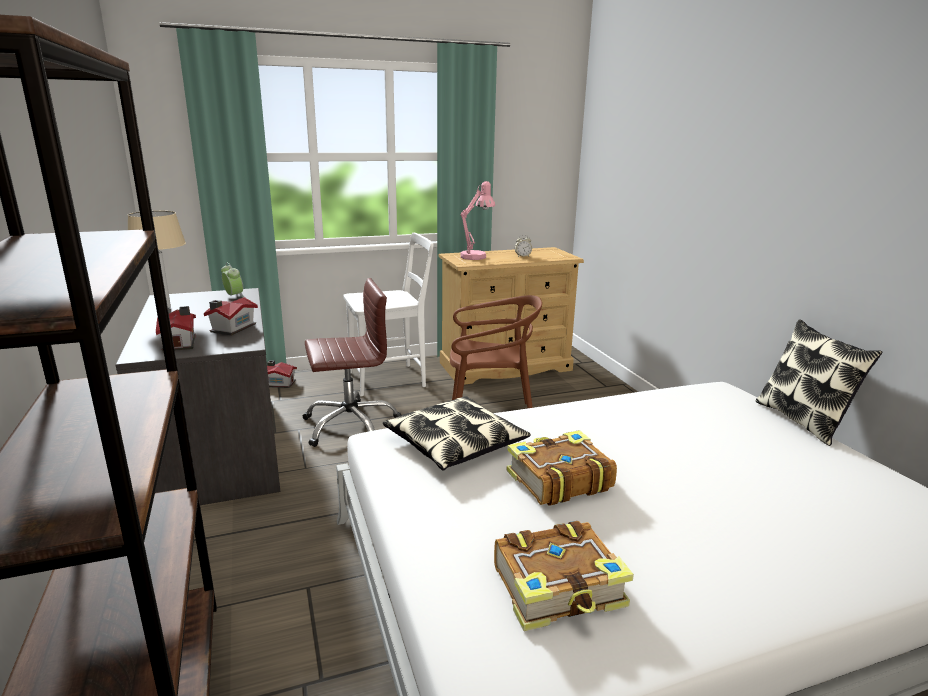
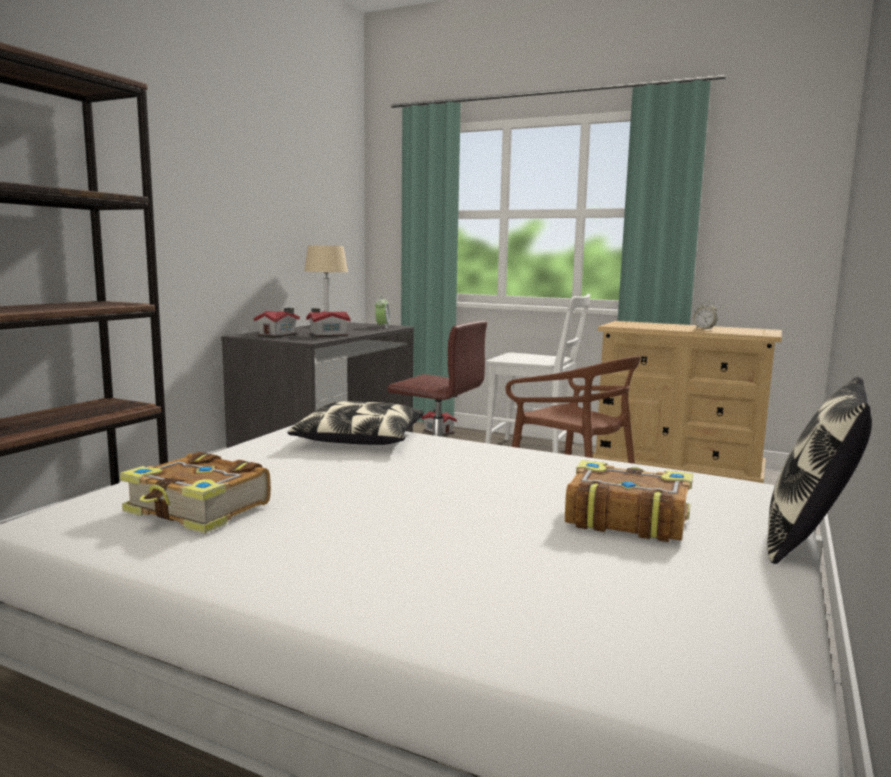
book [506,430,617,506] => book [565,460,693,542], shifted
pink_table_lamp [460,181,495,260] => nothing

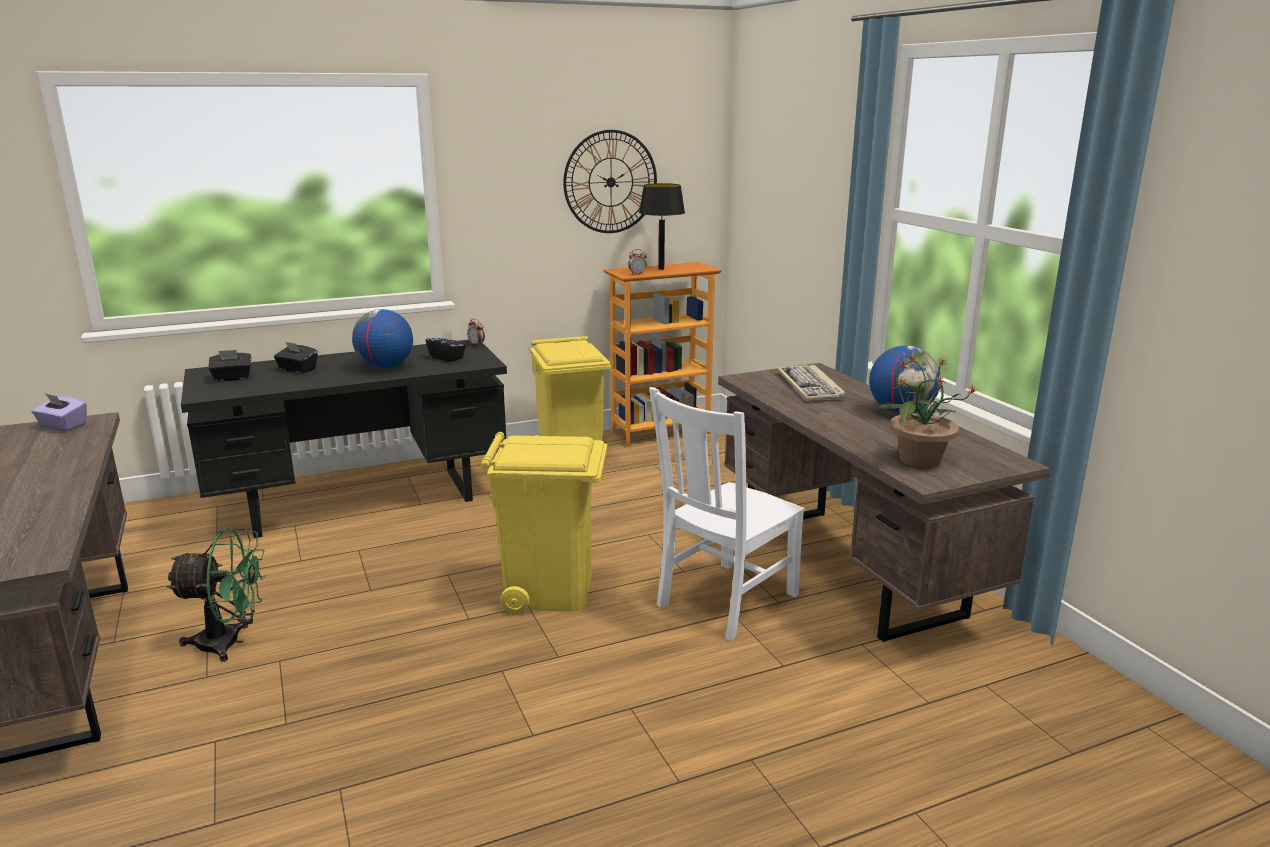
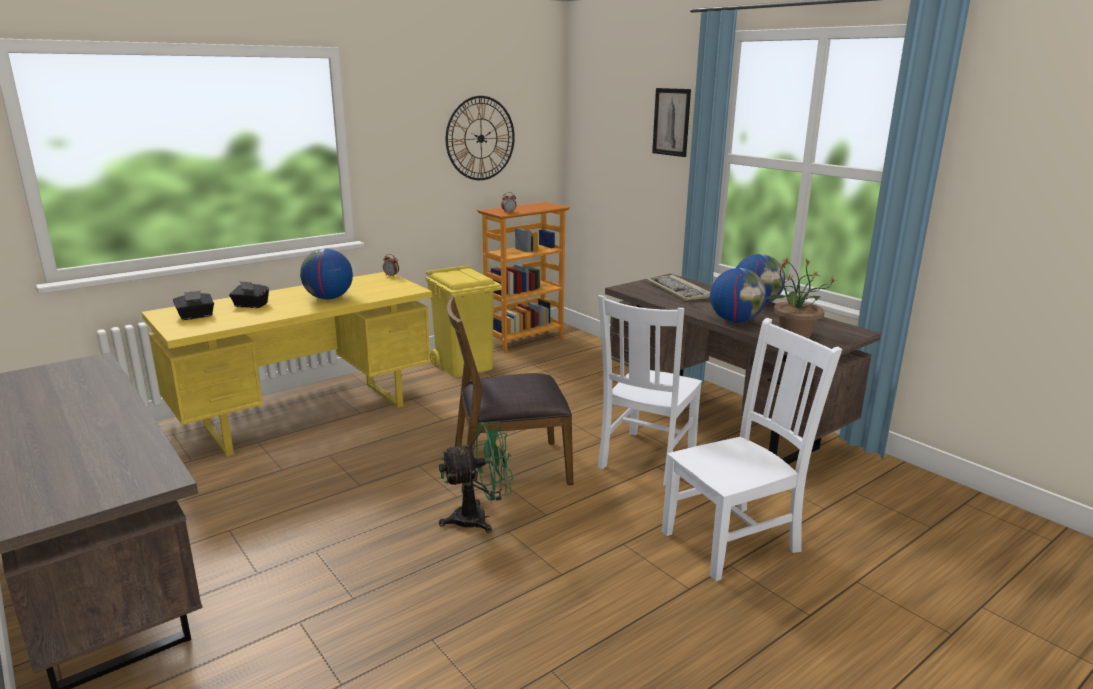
black_desk [181,340,507,538] => yellow_desk [142,272,432,457]
green_fan [166,527,266,662] => green_fan [439,421,513,533], shifted
yellow_trash_can [481,432,607,614] => brown_chair [447,296,573,493]
nothing => picture [652,88,691,157]
nothing => white_chair [662,318,842,581]
nothing => globe [710,268,766,323]
purple_tissue_box [32,393,87,432] => nothing
black_tissue_box [426,329,466,362] => nothing
black_table_lamp [639,183,685,270] => nothing

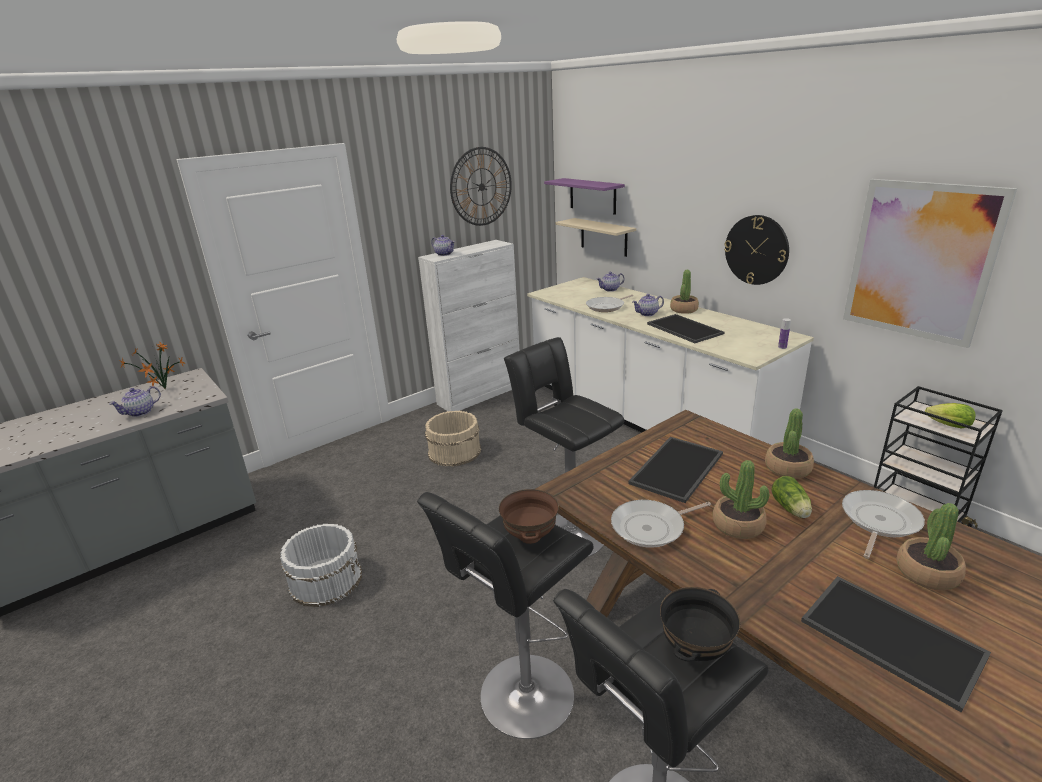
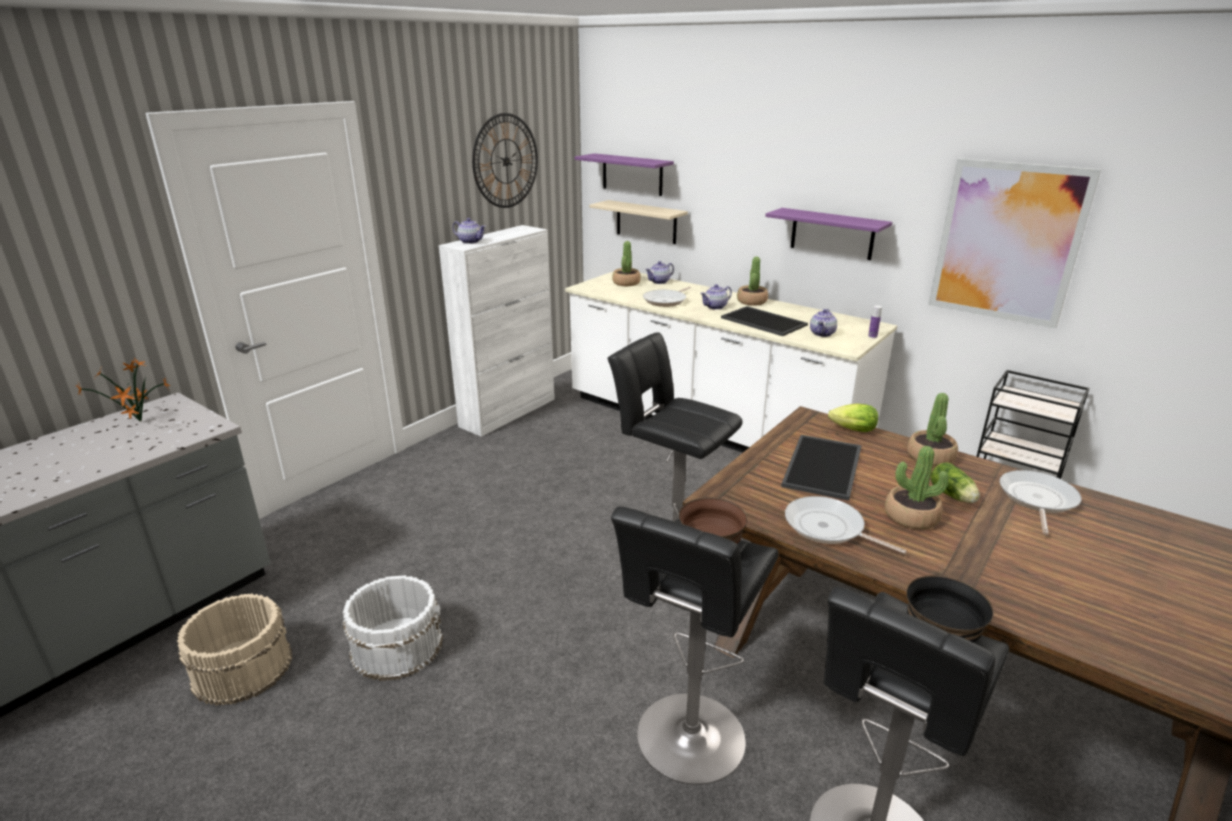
beige_bucket [425,411,481,467] => beige_bucket [177,593,292,706], shifted
potted_plant [896,503,966,591] => potted_plant [612,241,641,286], shifted
wall_clock [724,215,789,285] => purple_shelf [765,208,892,260]
frying_pan [611,500,711,548] => frying_pan [785,496,907,554], 75 degrees clockwise
teapot [109,386,161,417] => teapot [810,309,837,337], shifted
lettuce [925,403,976,428] => lettuce [828,404,878,432], shifted
tray [801,576,991,713] => nothing

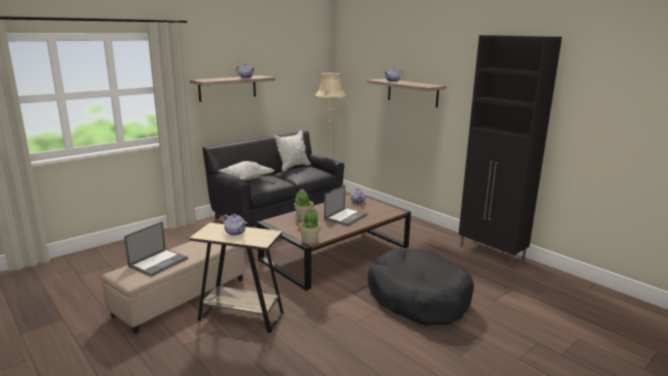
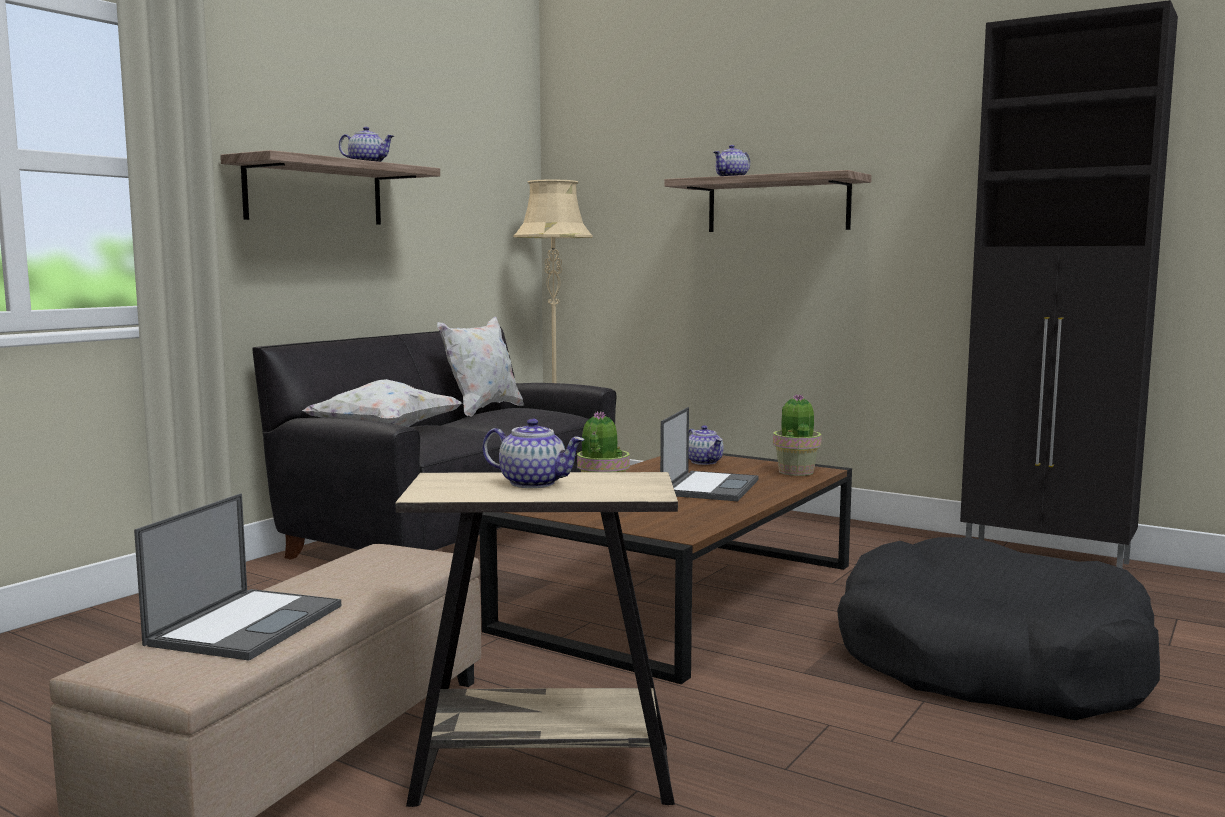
potted_plant [299,208,320,244] => potted_plant [773,394,822,476], shifted

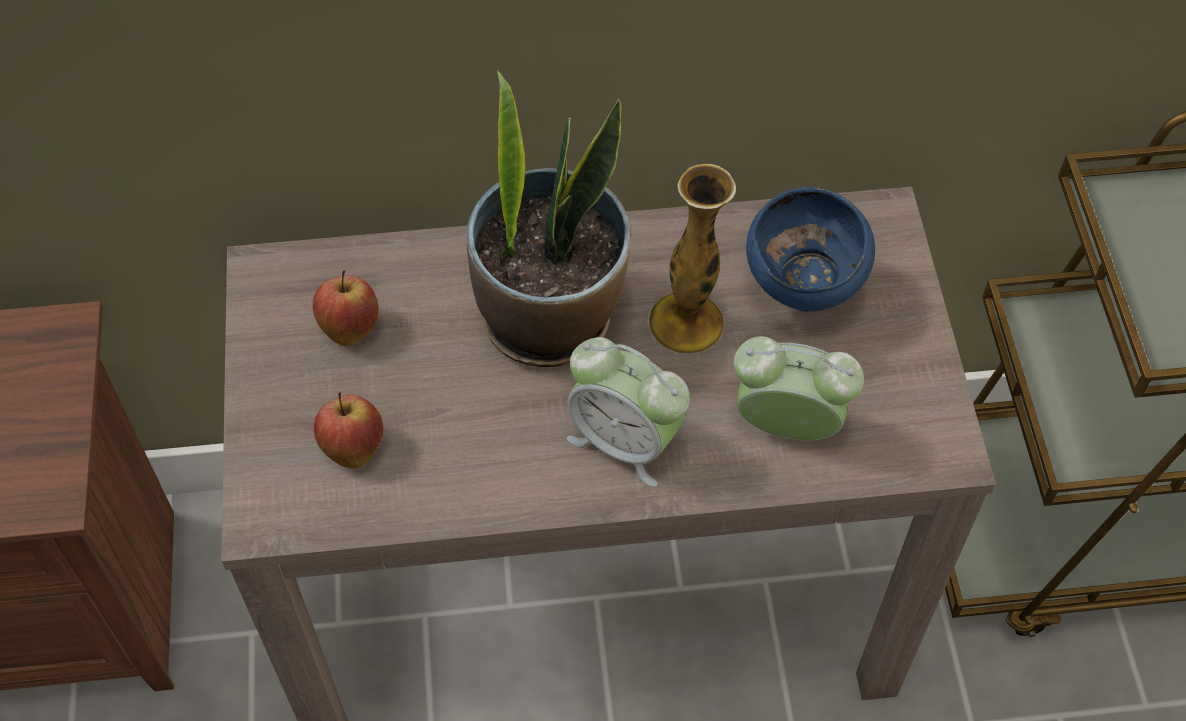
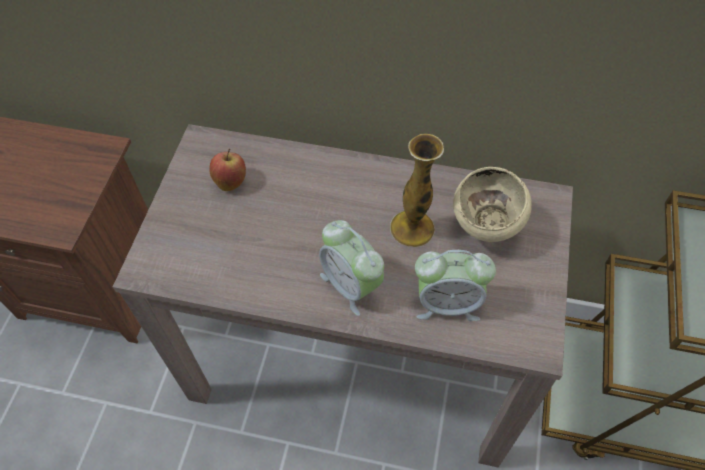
alarm_clock [734,336,864,440] => alarm_clock [415,250,496,321], 150 degrees clockwise
blue_bowl [746,187,875,312] => beige_bowl [453,167,532,242]
apple [314,392,383,469] => nothing
potted_plant [467,71,631,367] => nothing

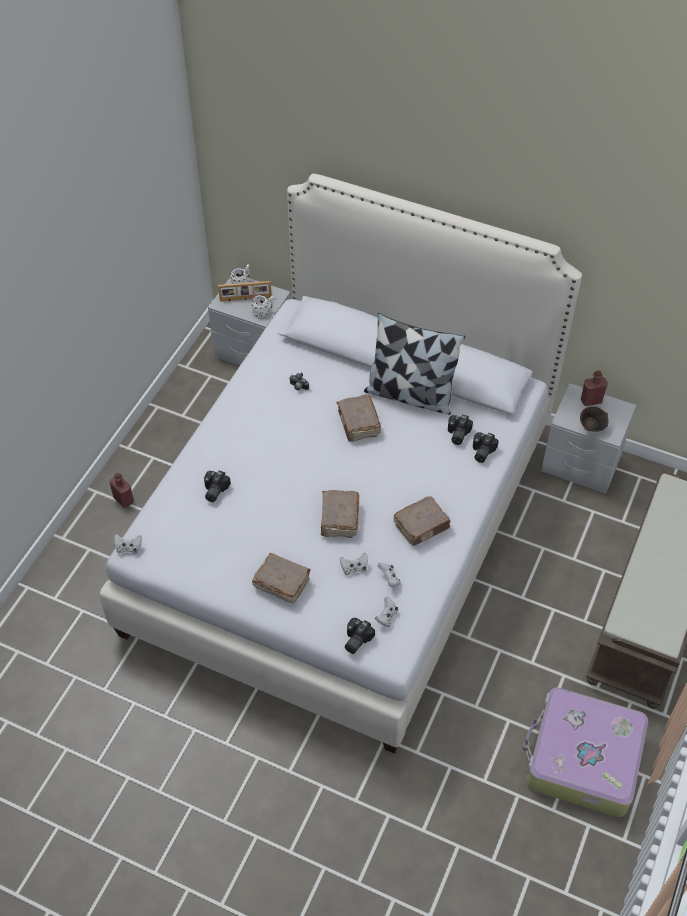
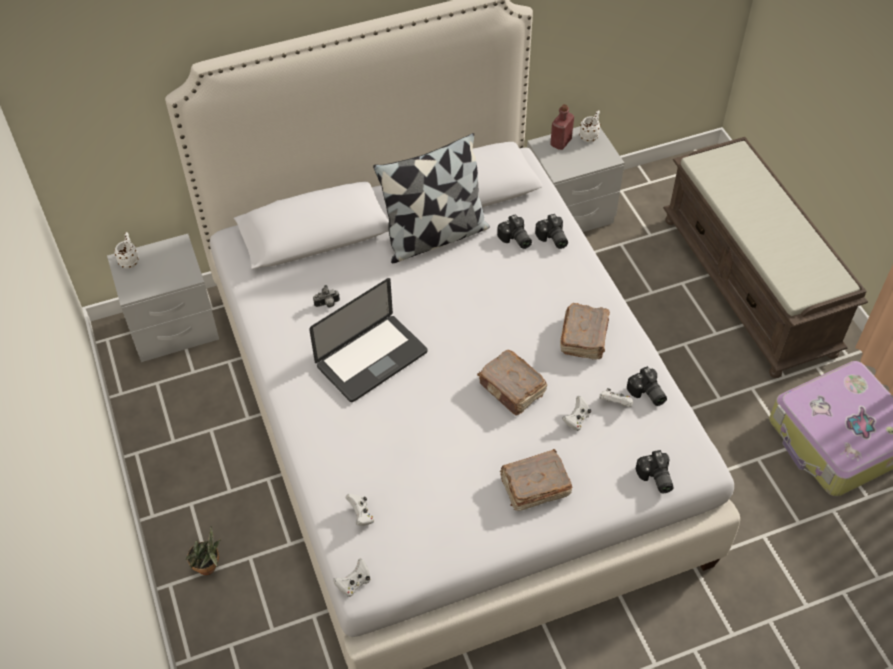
red_bottle [110,473,134,508] => potted_plant [186,526,221,575]
nothing => laptop [309,278,427,402]
white_game_controller [375,597,398,627] => white_game_controller [345,494,374,526], shifted
white_mug [251,295,274,317] => white_mug [579,110,601,142], shifted
photo_camera [204,471,231,502] => photo_camera [627,366,667,406], shifted
picture_frame [218,281,272,302] => nothing
brown_book [337,395,381,442] => nothing
brown_bowl [580,406,609,432] => nothing

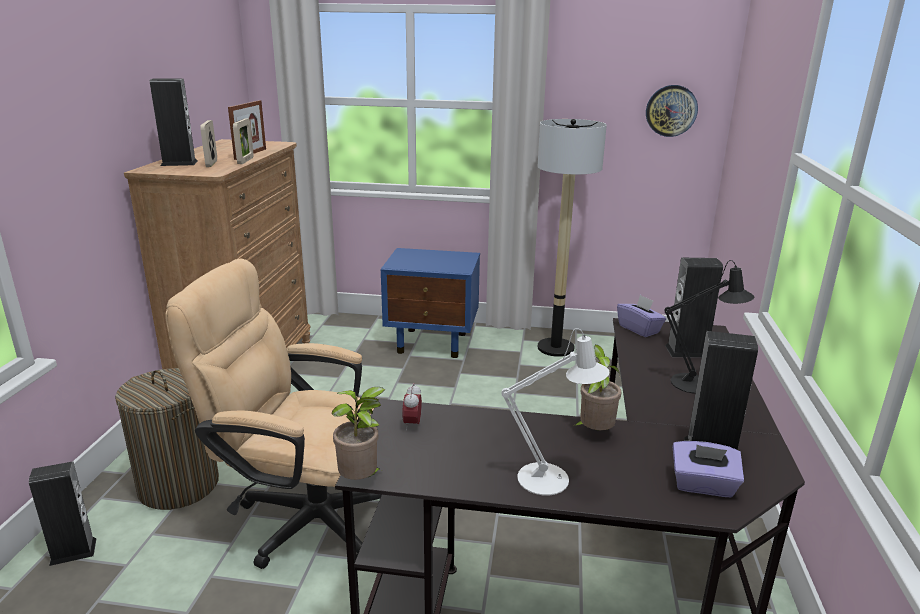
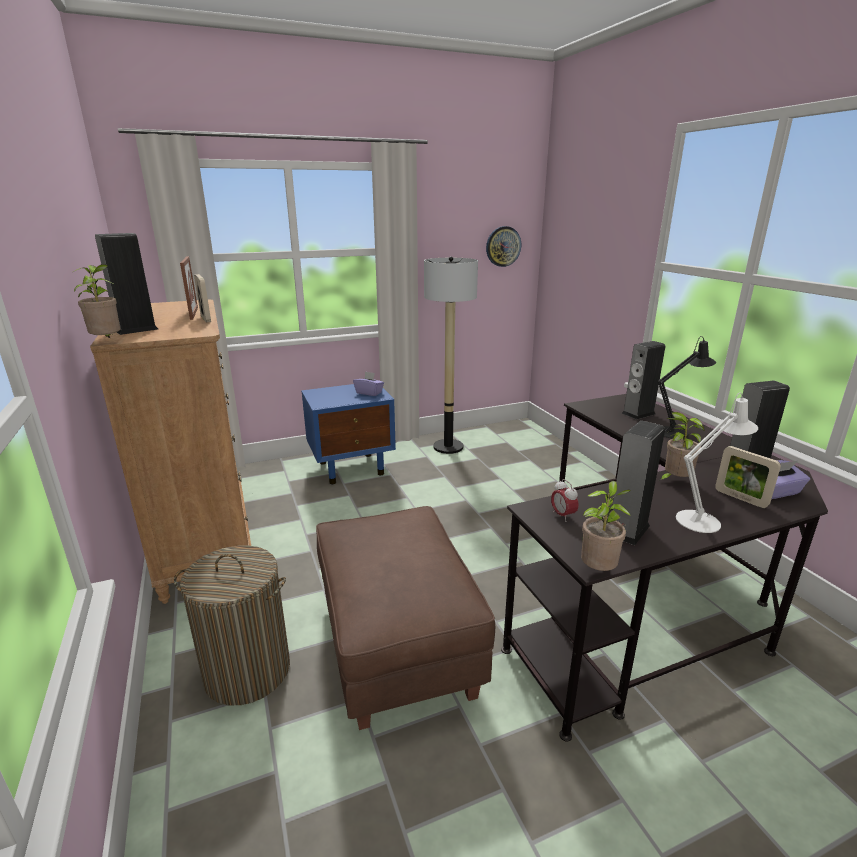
nothing => potted_plant [73,264,120,338]
beige_office_chair [165,259,381,569] => brown_ottoman [316,506,495,730]
purple_tissue_box [617,295,666,337] => purple_tissue_box [353,371,384,396], shifted
speaker [29,462,97,566] => speaker [613,421,665,545], shifted
picture_frame [200,120,217,167] => picture_frame [715,446,781,508], shifted

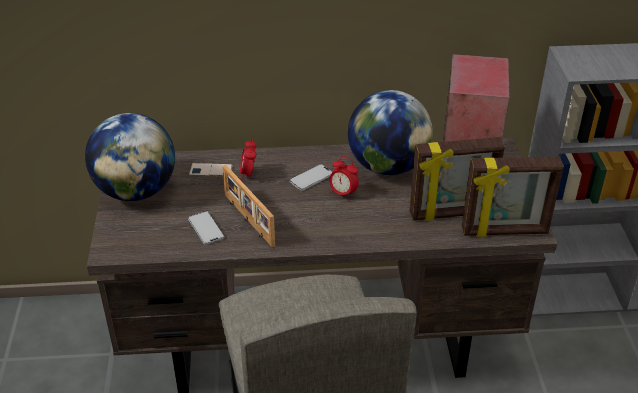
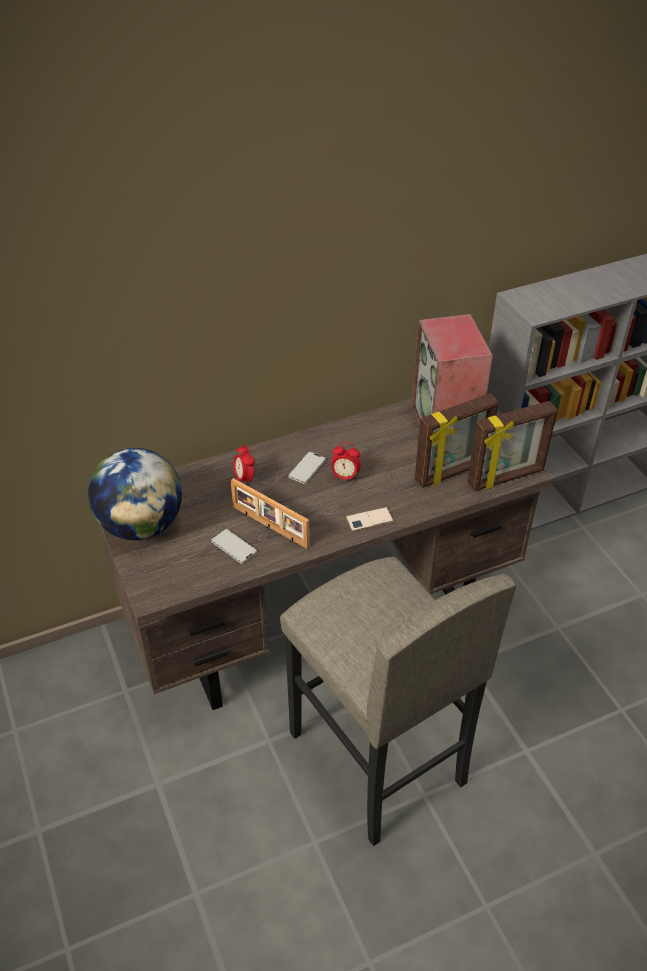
phone [189,163,233,177] => phone [346,507,394,531], shifted
globe [348,90,433,175] => nothing

